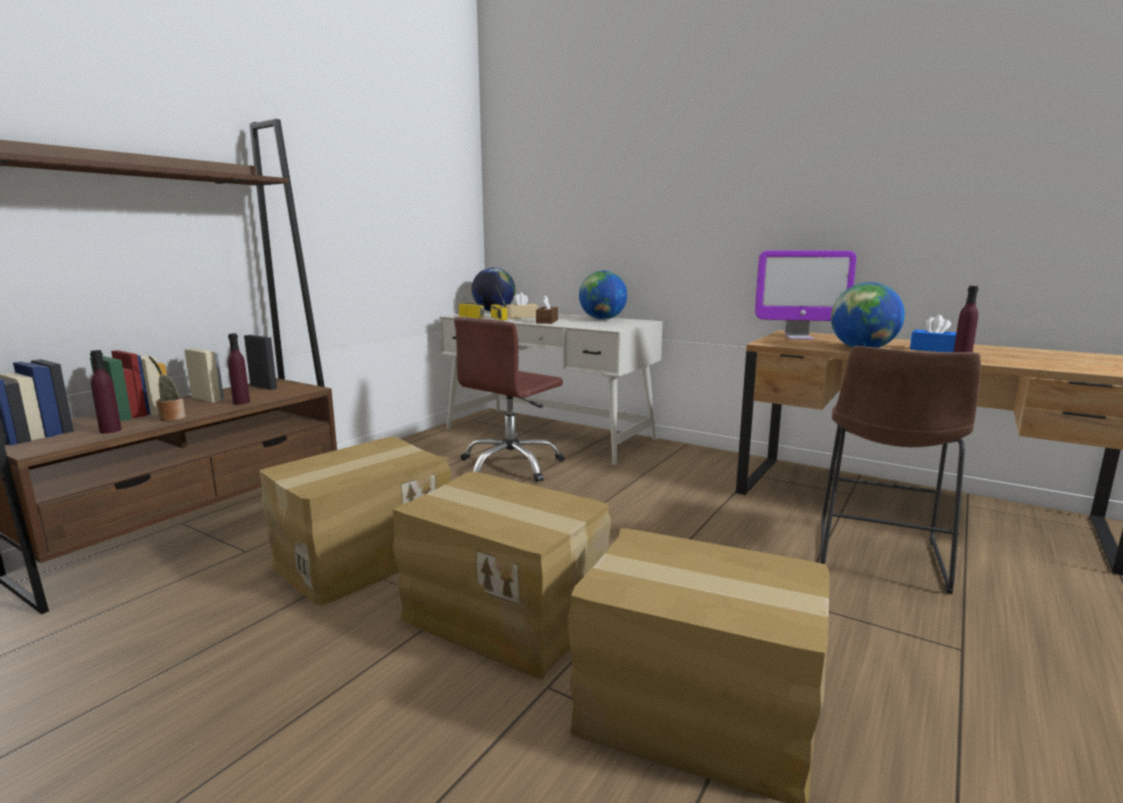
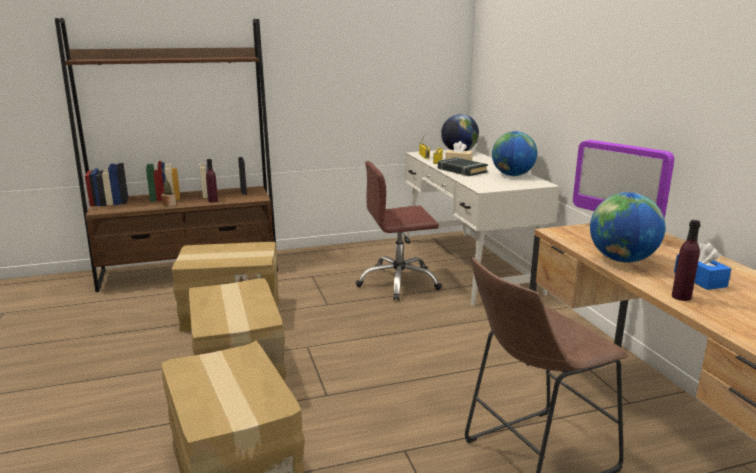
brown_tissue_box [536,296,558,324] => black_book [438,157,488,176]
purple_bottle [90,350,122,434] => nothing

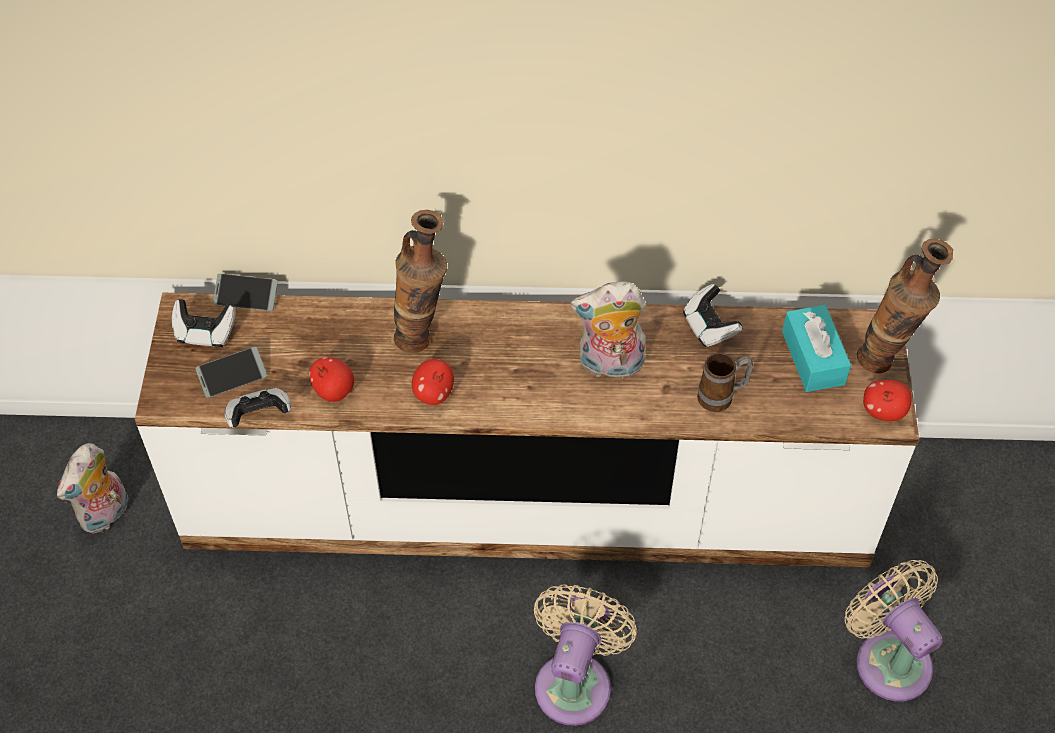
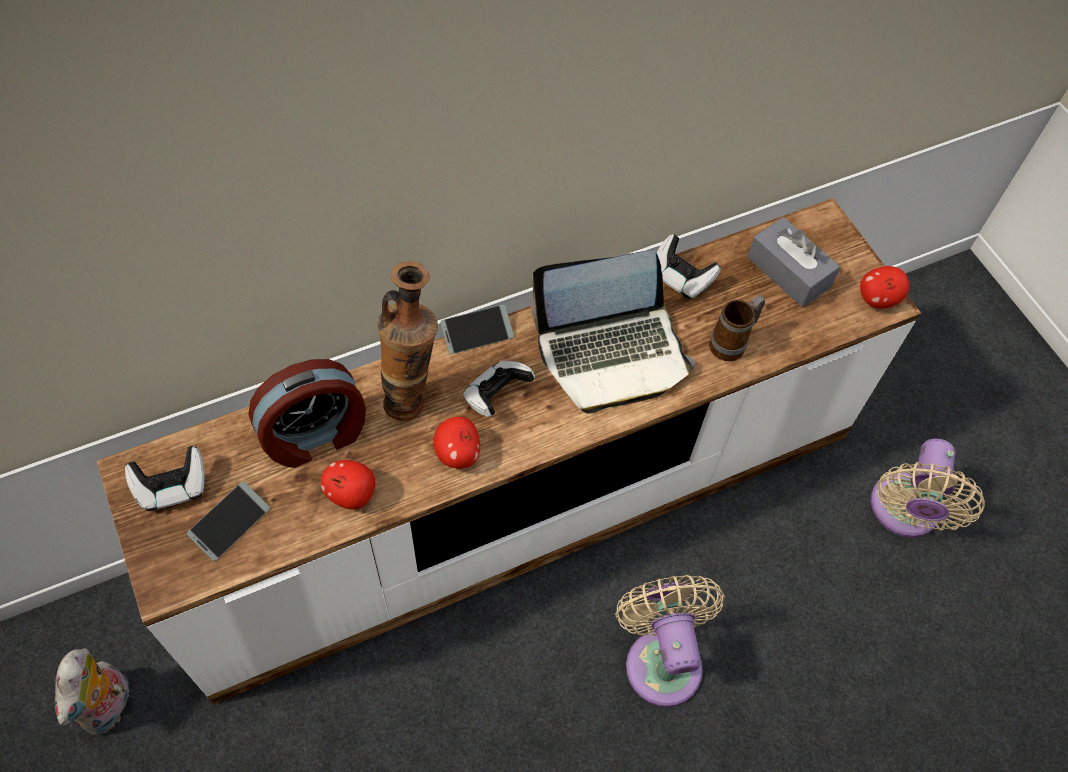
nothing => alarm_clock [249,359,366,468]
phone [213,274,278,311] => phone [440,305,514,354], shifted
game_controller [225,388,291,428] => game_controller [463,361,535,417], shifted
plush_toy [570,282,646,378] => laptop [531,250,695,414]
turquoise_tissue_box [782,305,851,392] => grey_tissue_box [747,217,840,307]
beige_fan [845,560,943,702] => beige_fan [871,439,985,537], 105 degrees counterclockwise
vase [857,239,953,373] => nothing

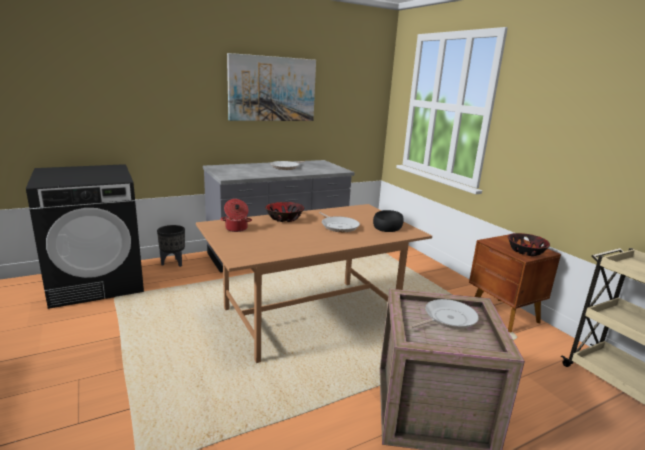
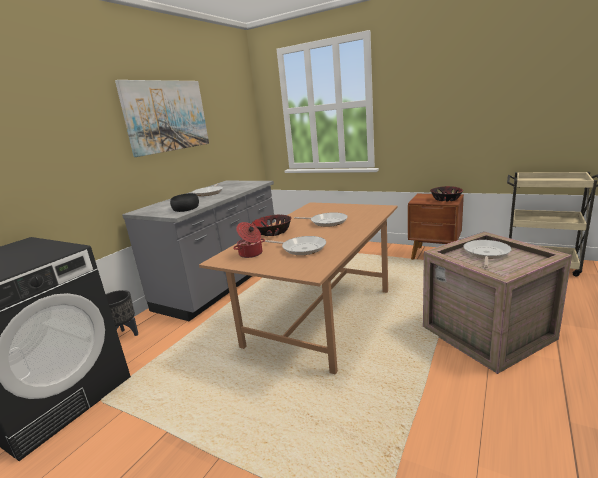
black_bowl [373,210,404,232] => black_bowl [170,193,199,212], shifted
nothing => frying_pan [265,236,326,255]

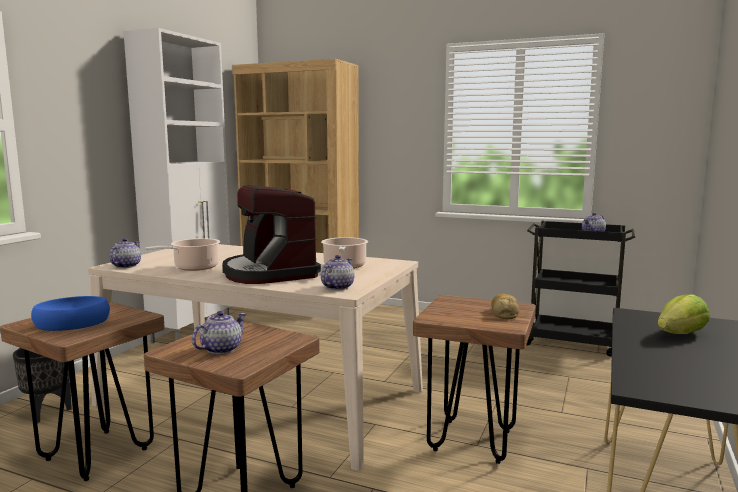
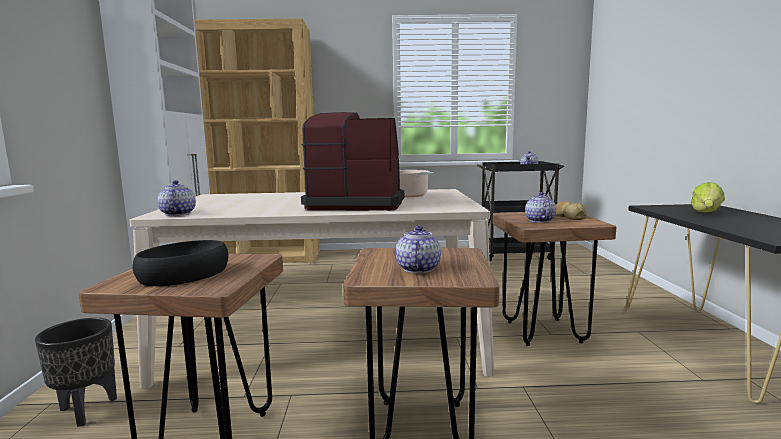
blue_bowl [31,296,110,331] => black_bowl [132,240,228,286]
coffee_machine [222,185,321,284] => coffee_machine [301,112,404,211], 150 degrees clockwise
teapot [321,255,355,290] => teapot [525,192,556,223], shifted
cooking_pot [145,238,220,271] => nothing

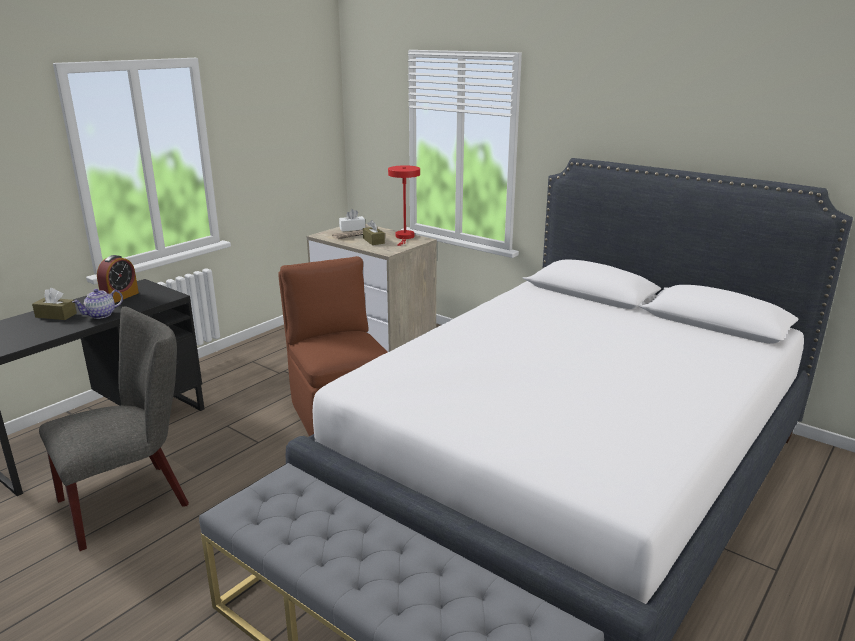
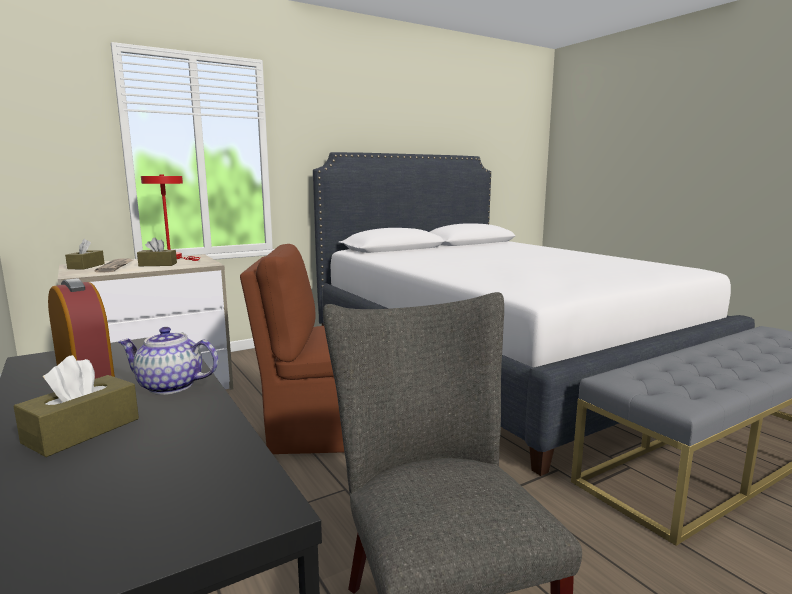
white_tissue_box [339,209,365,231] => brown_tissue_box [65,239,105,269]
teapot [72,289,123,319] => teapot [118,327,218,395], 120 degrees clockwise

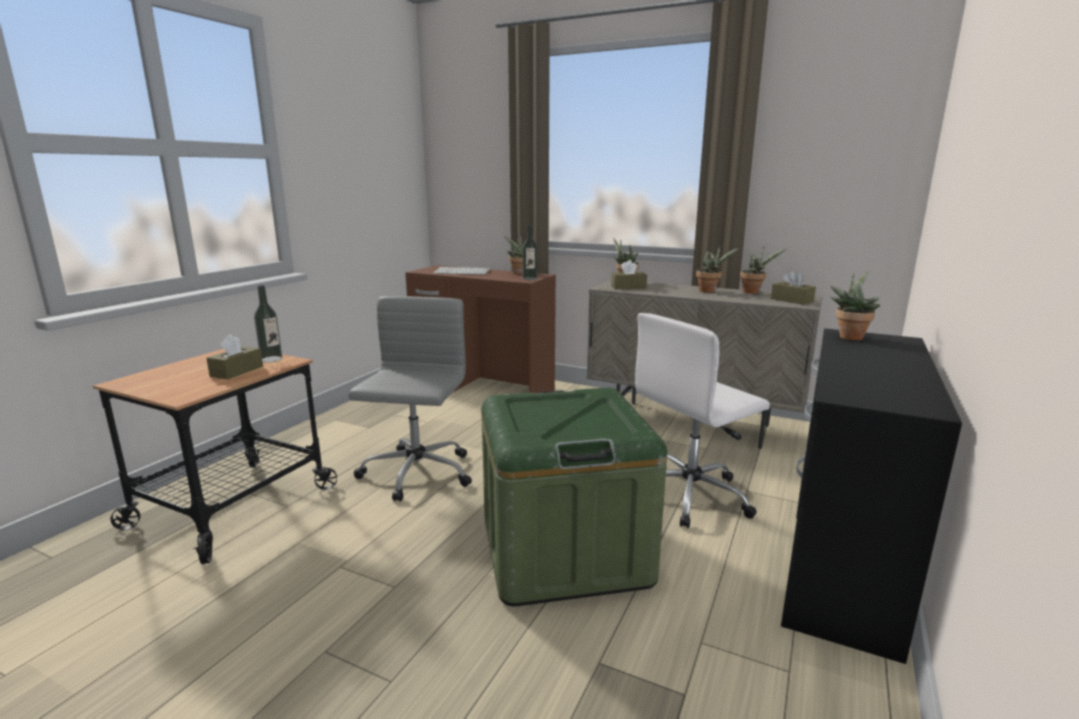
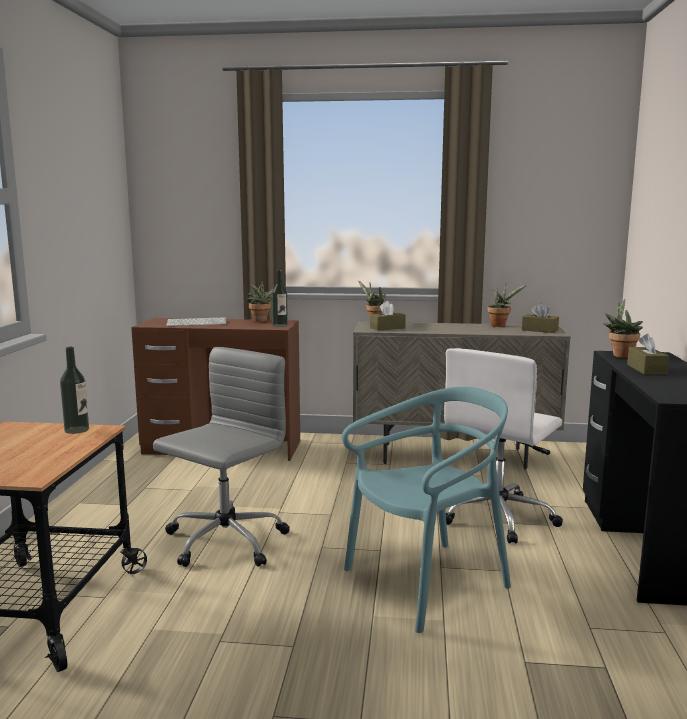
grey_office_chair [348,296,472,501] => grey_office_chair [153,347,290,567], 45 degrees clockwise
green_storage_box [481,387,667,607] => turquoise_chair [342,387,511,633]
brown_tissue_box [206,334,263,380] => brown_tissue_box [627,333,669,375], shifted
potted_plant [696,246,739,292] => nothing

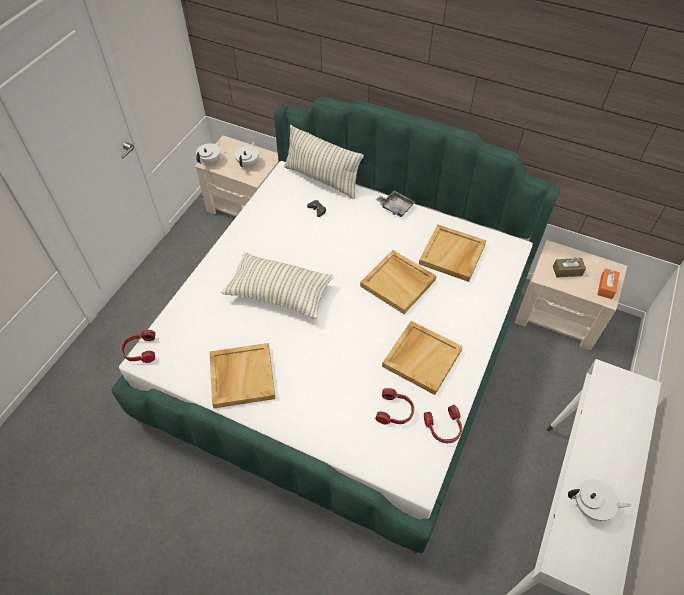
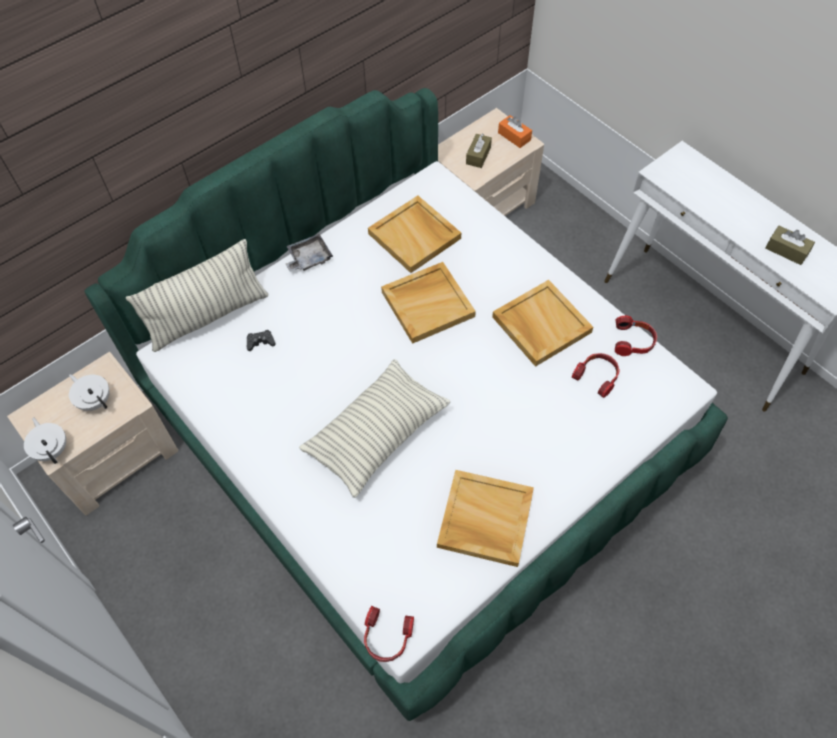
white_teapot [568,479,631,521] => brown_tissue_box [765,226,815,265]

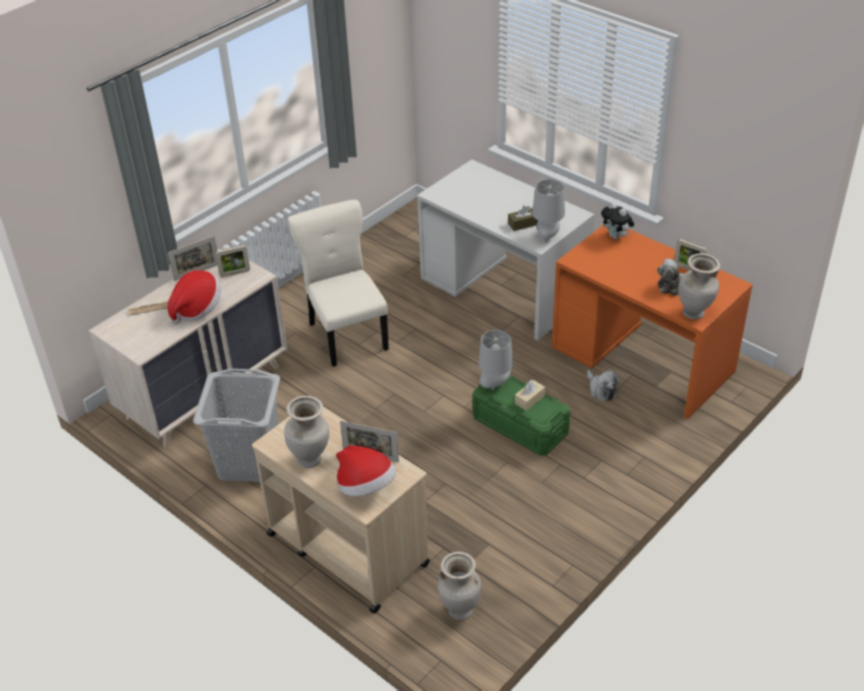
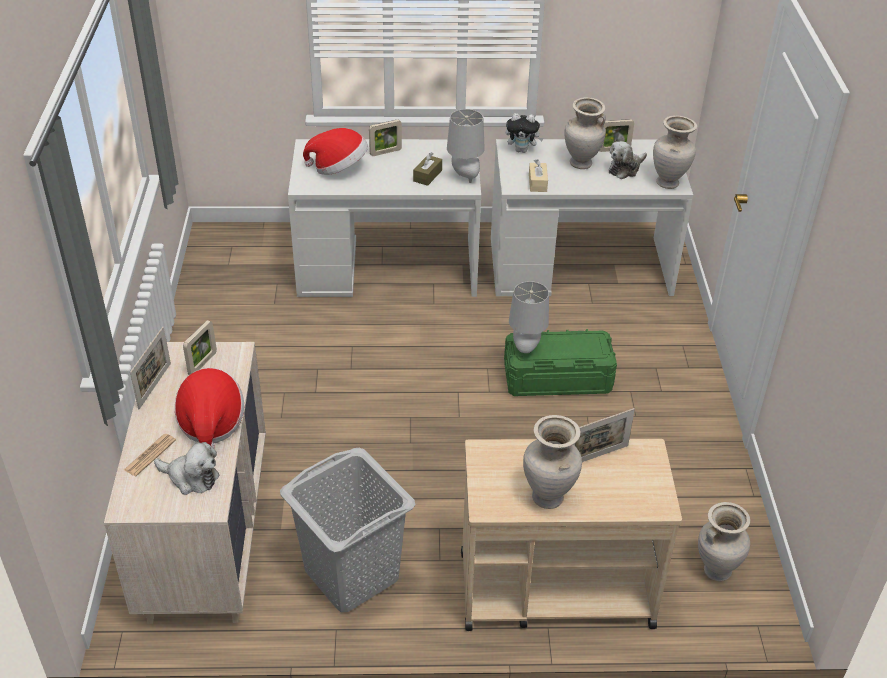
plush_toy [587,370,620,402] => plush_toy [154,442,219,495], shifted
hat [336,445,396,496] => hat [303,128,368,175], shifted
nothing => picture_frame [369,119,402,156]
orange_desk [552,224,753,419] => white_desk [491,139,693,296]
beige_tissue_box [515,380,545,411] => beige_tissue_box [529,159,548,192], shifted
nothing => beige_vase [564,97,606,169]
beige_chair [288,200,389,367] => nothing

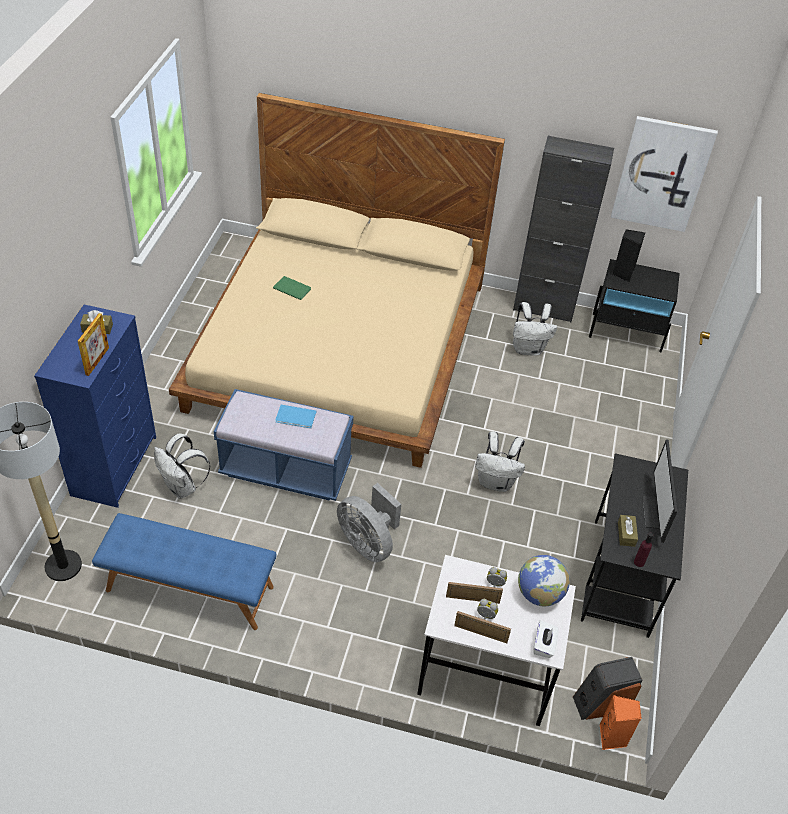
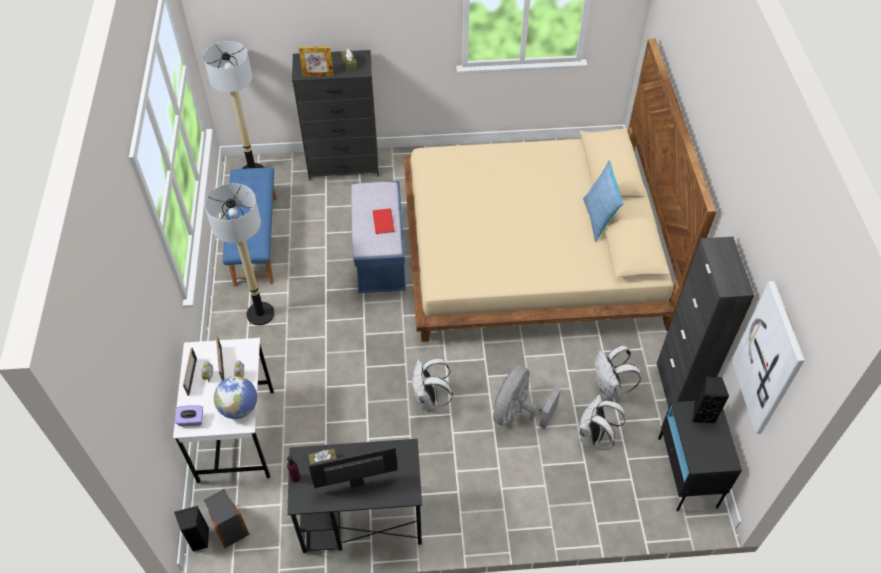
orange_speaker [600,695,642,750] => black_speaker [174,506,209,552]
white_tissue_box [533,620,559,658] => purple_tissue_box [175,405,203,426]
nothing => floor_lamp [205,183,274,325]
blue_dresser [34,304,156,508] => black_dresser [292,50,379,180]
blue_book [275,405,317,428] => red_book [373,209,394,234]
grey_fan [337,483,401,562] => grey_fan [493,366,561,429], shifted
white_backpack [154,434,210,499] => white_backpack [578,394,625,450], shifted
nothing => pillow [583,161,624,242]
green_book [273,276,311,300] => nothing

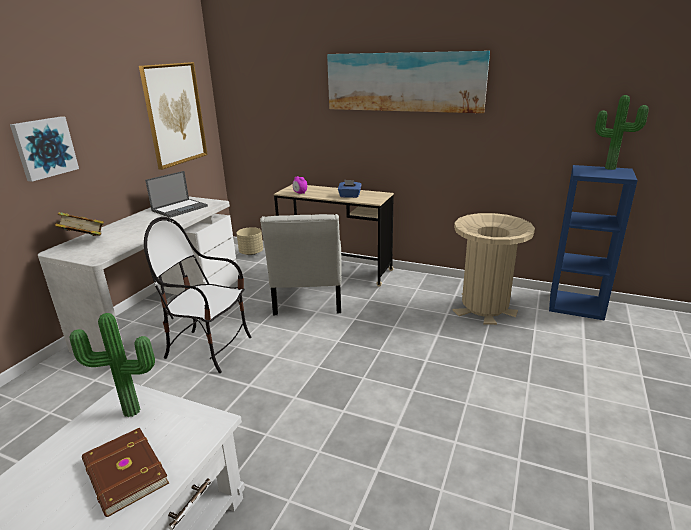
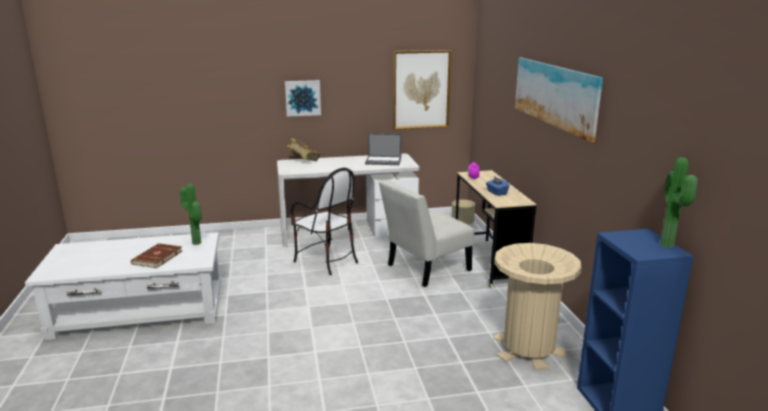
chair [144,217,252,373] => chair [291,168,358,275], 150 degrees clockwise

